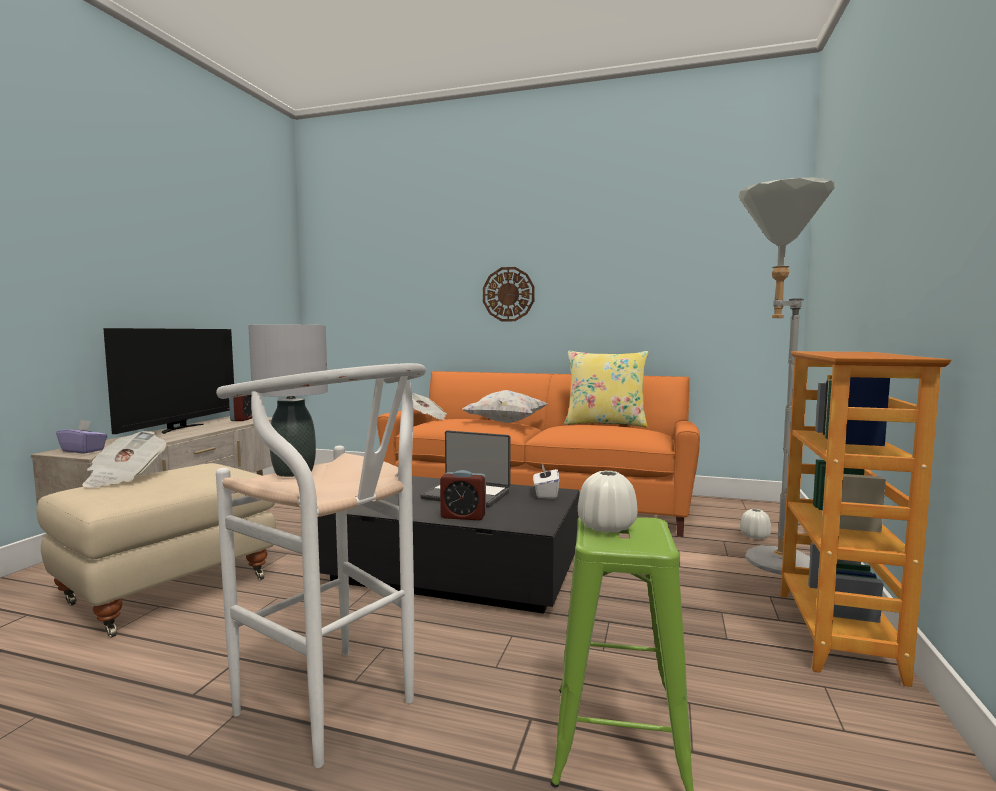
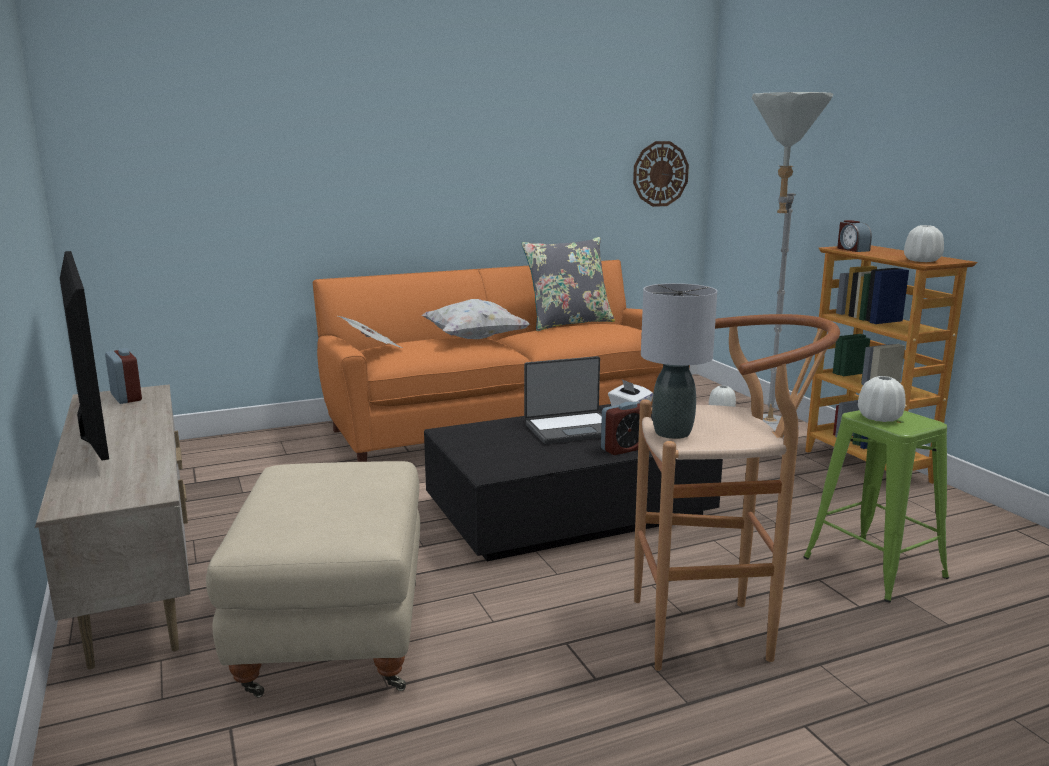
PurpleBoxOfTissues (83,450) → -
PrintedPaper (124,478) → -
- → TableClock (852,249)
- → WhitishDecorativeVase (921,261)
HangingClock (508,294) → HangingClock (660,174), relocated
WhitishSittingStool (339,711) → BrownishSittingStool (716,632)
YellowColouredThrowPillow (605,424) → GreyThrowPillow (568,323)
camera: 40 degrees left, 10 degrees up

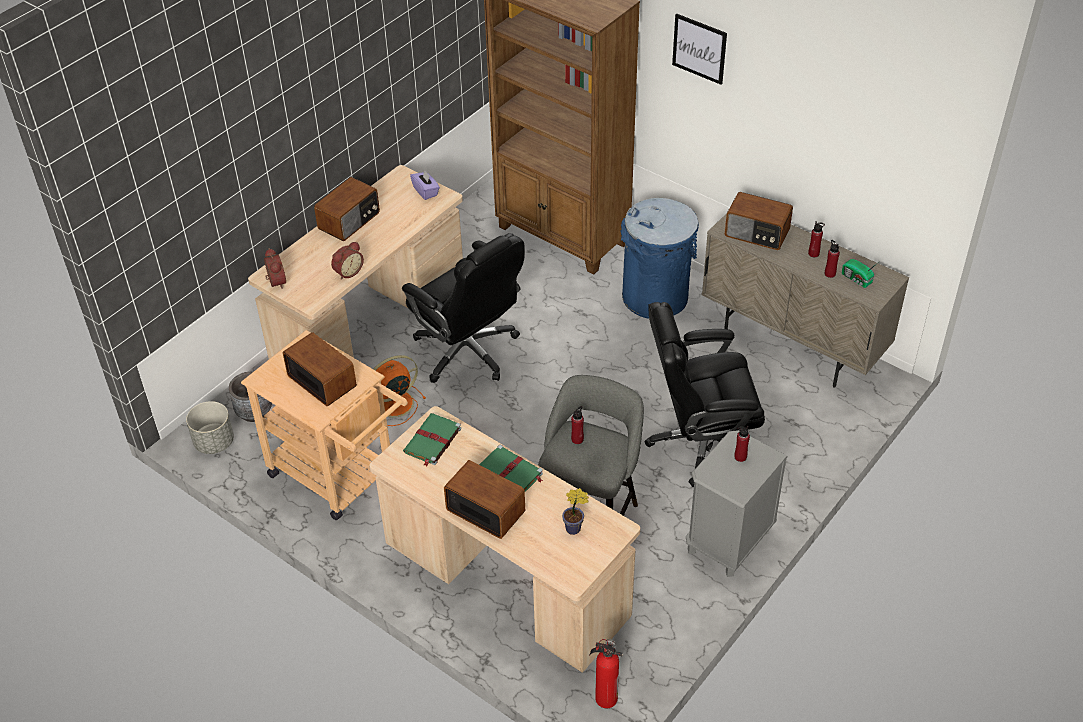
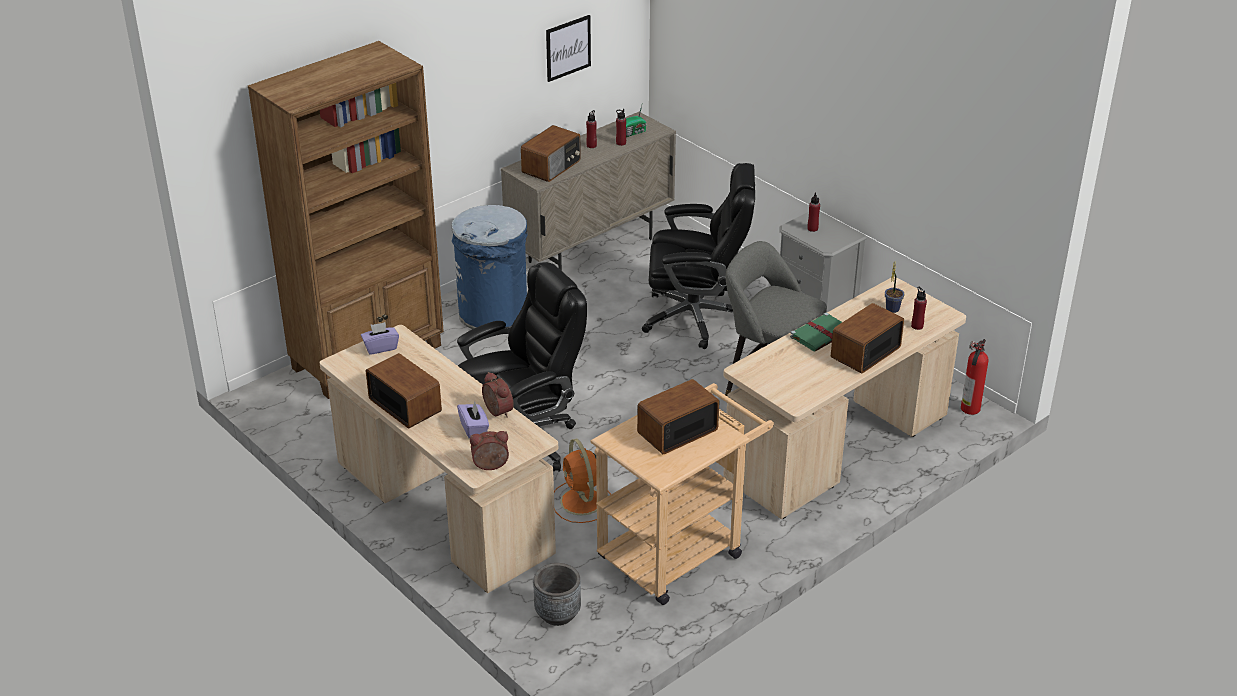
GreyPlanter (214,442) → -
GreenishBook (432,441) → -
- → PurpleBoxOfTissues (474,428)
ReddishDrinkBottle (577,439) → ReddishDrinkBottle (917,326), relocated
WallPicture (699,48) → WallPicture (568,48), relocated
BlackColouredDeskChair (700,443) → BlackColouredDeskChair (696,317), 90 degrees counterclockwise
camera: 80 degrees left, 10 degrees down

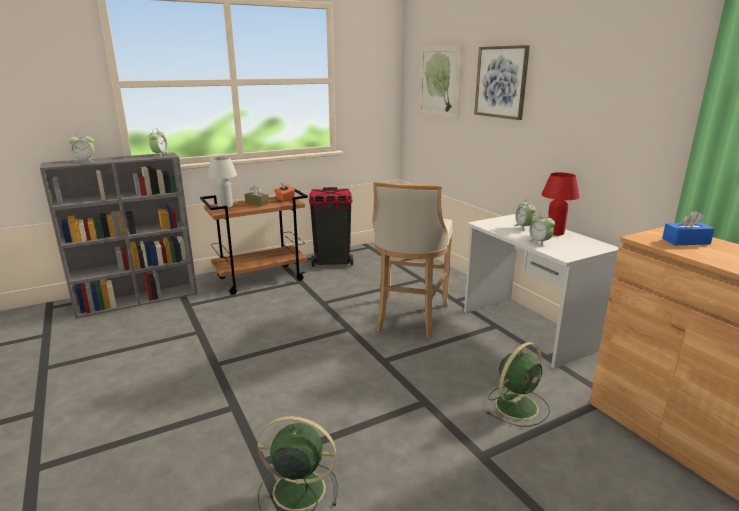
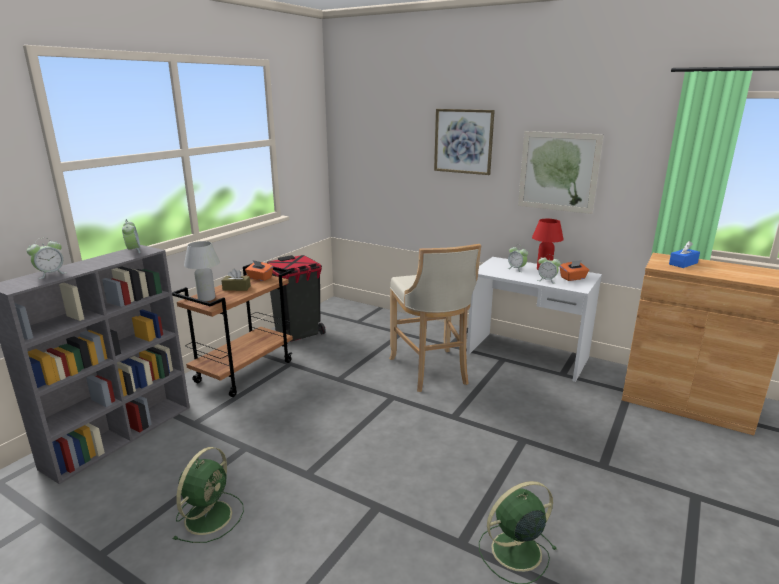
- → OrangeColouredBoxOfTissues (573,278)
WallPicture (439,82) → WallPicture (558,172), relocated
GreenishFan (517,405) → GreenishFan (210,515), relocated
camera: 30 degrees left, 0 degrees up

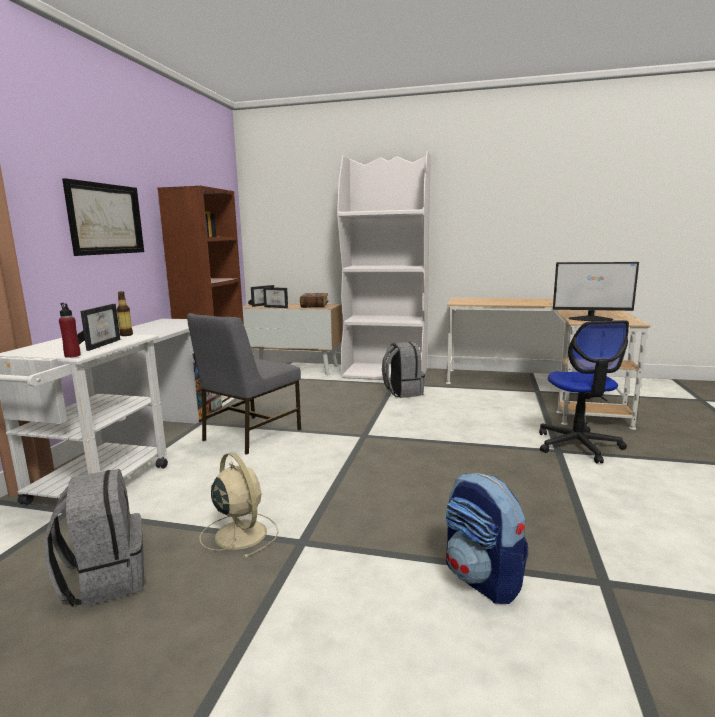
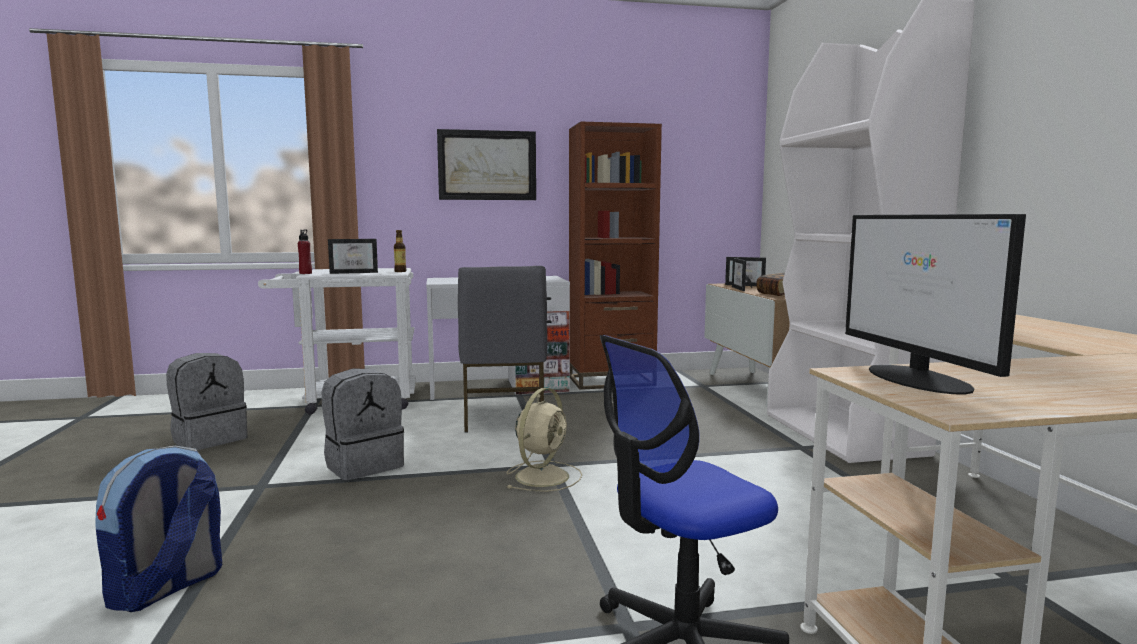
BeigeFan (239,533) → BeigeFan (543,476), relocated
GreyRucksack (402,392) → GreyRucksack (364,465), relocated
GreyUprightChair (250,435) → GreyUprightChair (503,417), 105 degrees counterclockwise
camera: 65 degrees right, 5 degrees down

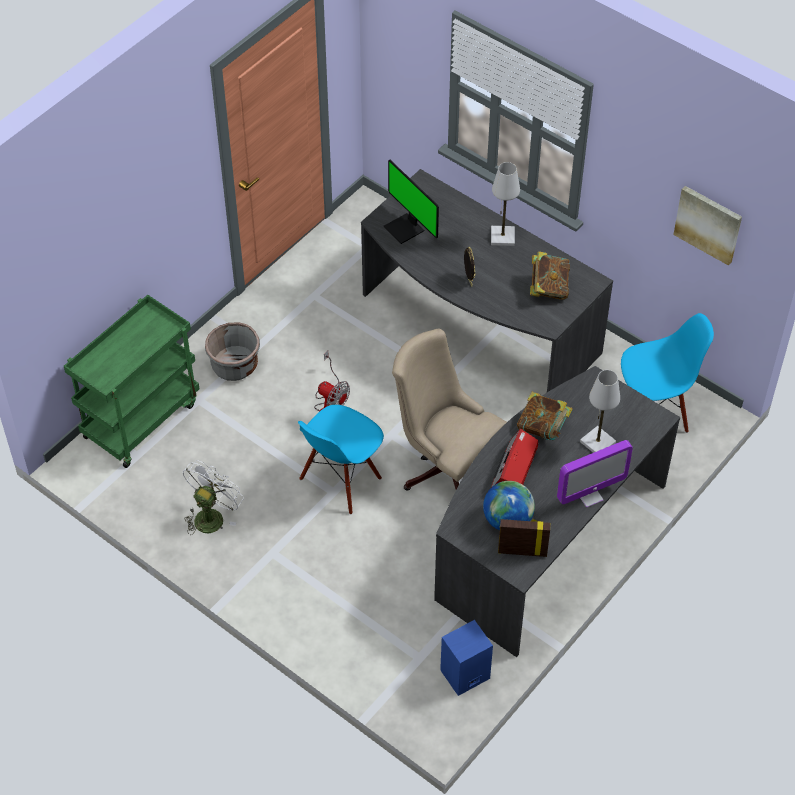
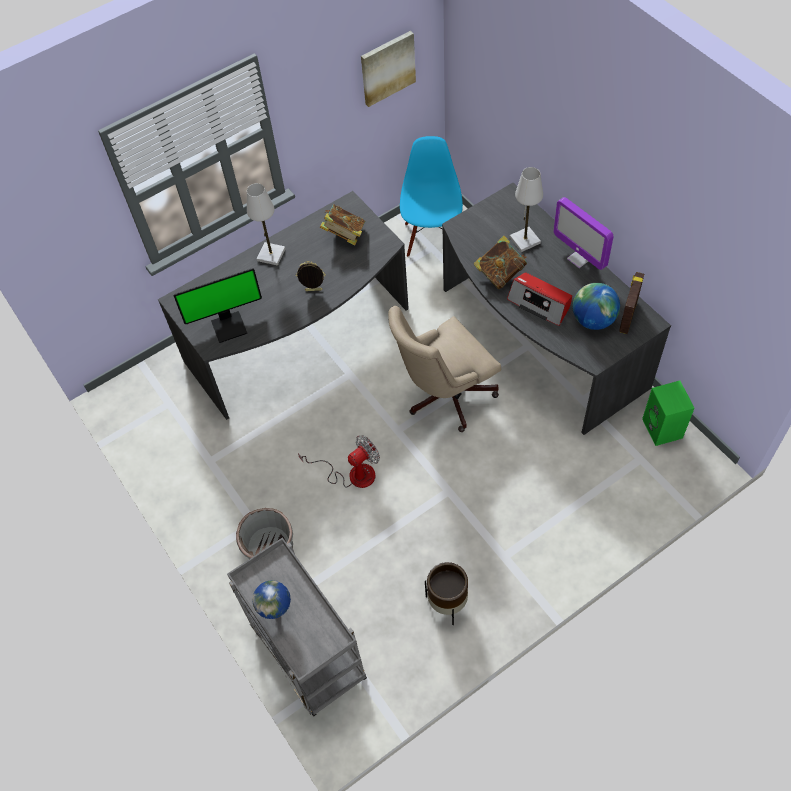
BlueUprightChair (341,480) → -
- → WorldGlobe (277,612)
WhitishFan (211,515) → BrownishPlanter (447,603)
GreenishWheeledCart (141,418) → GreyWheeledCart (306,652)
BlueAudioSpeaker (464,675) → GreenishAudioSpeaker (663,429)
ComputerScreen (589,496) → ComputerScreen (579,258), 150 degrees clockwise
camera: 70 degrees left, 5 degrees up

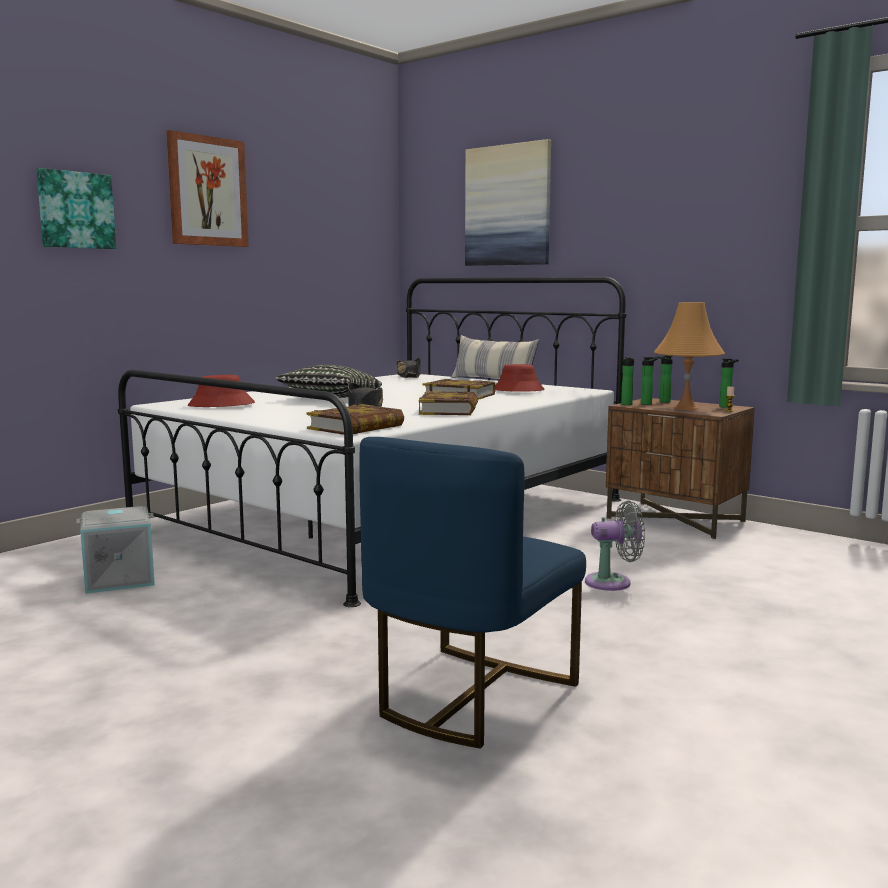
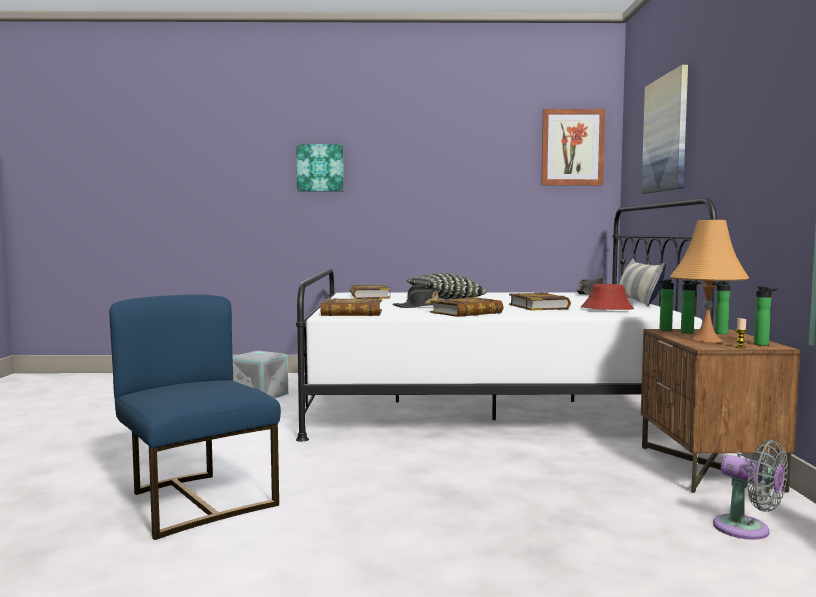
WallPicture (207,191) → WallPicture (572,147), relocated
GreyFan (613,582) → GreyFan (747,530), relocated
ReddishWearableHat (221,405) → Book (369,296)
BlueUprightChair (469,696) → BlueUprightChair (196,501), 60 degrees clockwise
camera: 50 degrees right, 5 degrees down

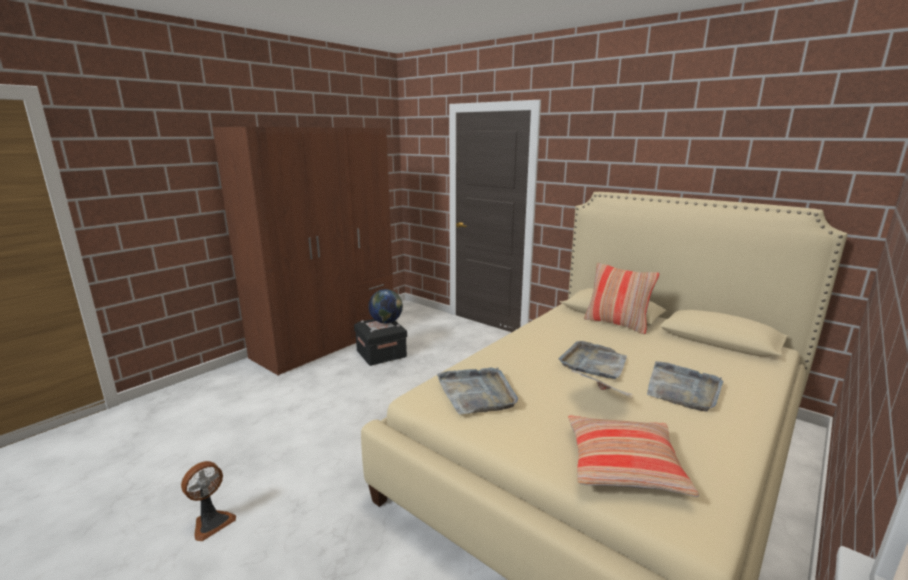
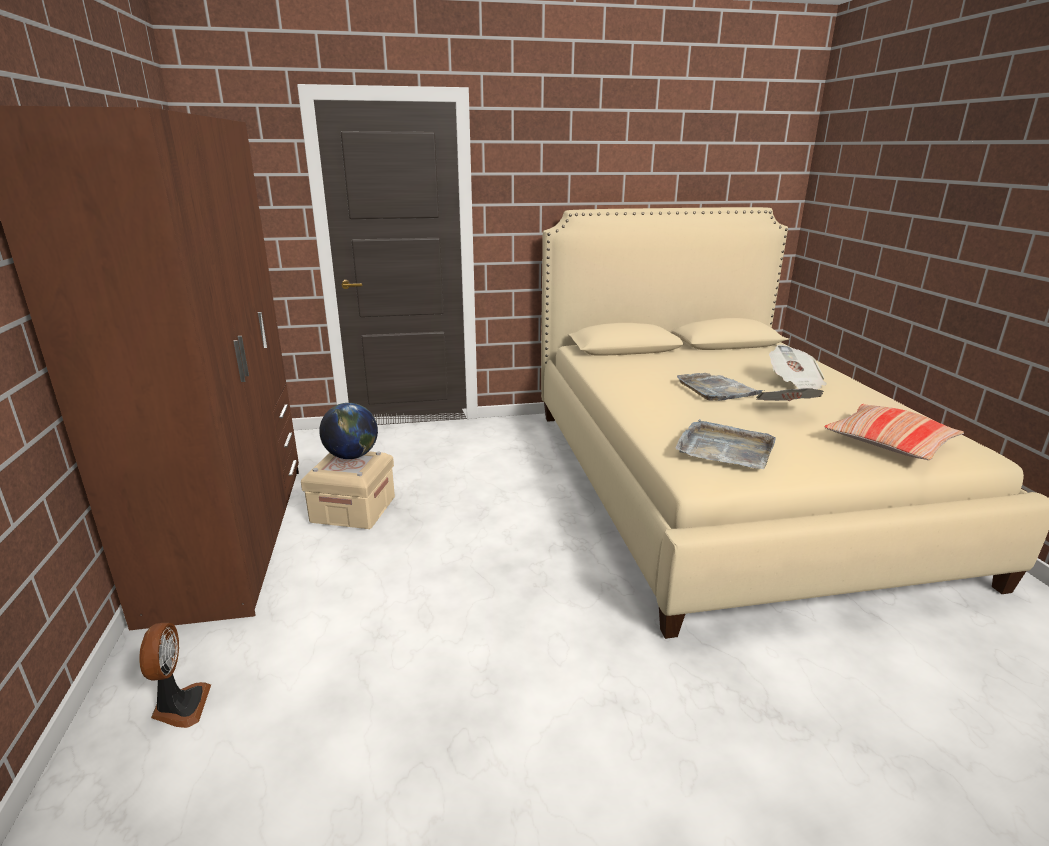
ThrowPillow (616,323) → -
Fan (211,522) → Fan (180,706), relocated
GreyTray (682,389) → PrintedPaper (795,384)
BlackColouredStorageBin (381,354) → BeigeStorageBin (353,509)
camera: 50 degrees left, 5 degrees up

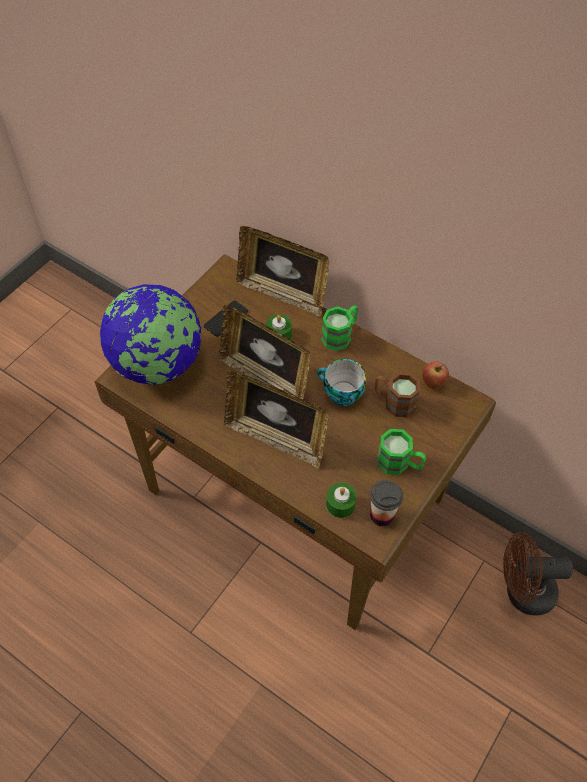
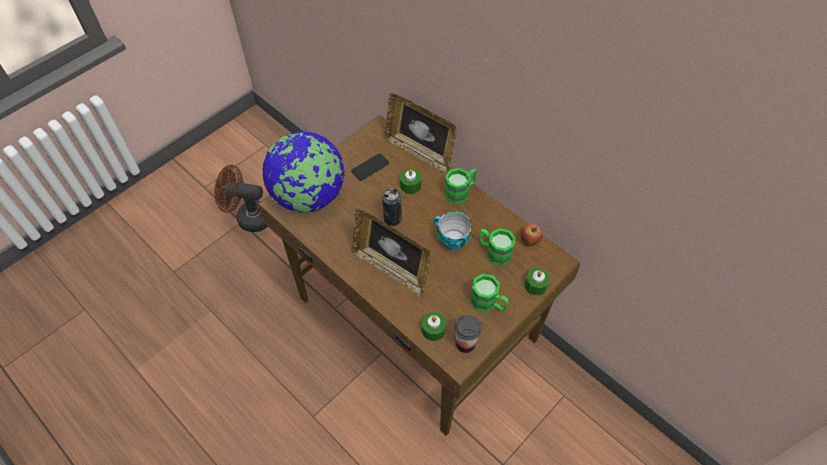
- → GreenishWaxLight (535,285)
BrownishFan (522,592) → BrownishFan (249,217), relocated
PhotoFrame (265,377) → SealedCan (392,218)
BrownishCoffeeMug (394,401) → GreenishCoffeeMug (494,252)
camera: 10 degrees right, 0 degrees up

